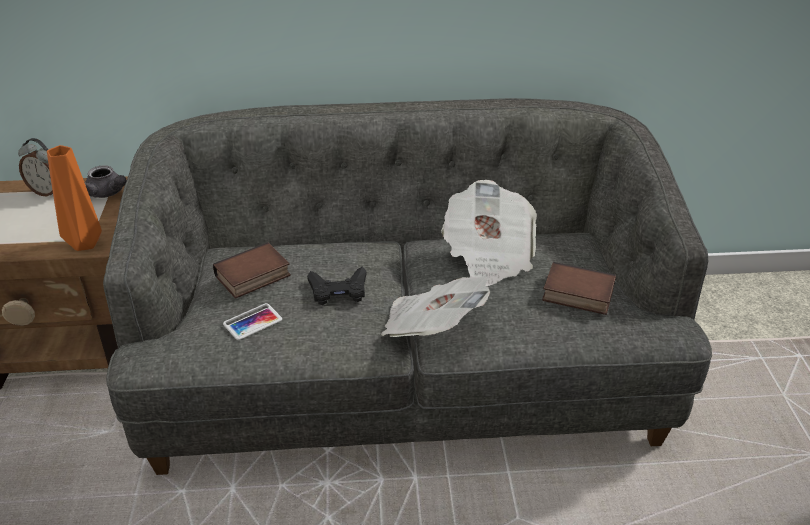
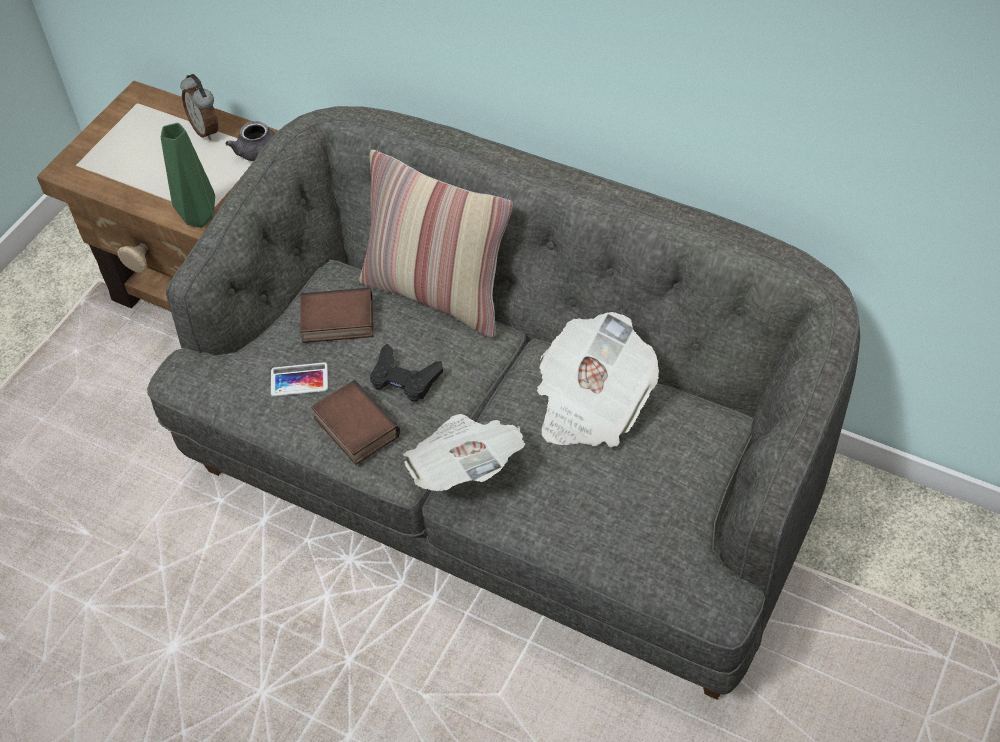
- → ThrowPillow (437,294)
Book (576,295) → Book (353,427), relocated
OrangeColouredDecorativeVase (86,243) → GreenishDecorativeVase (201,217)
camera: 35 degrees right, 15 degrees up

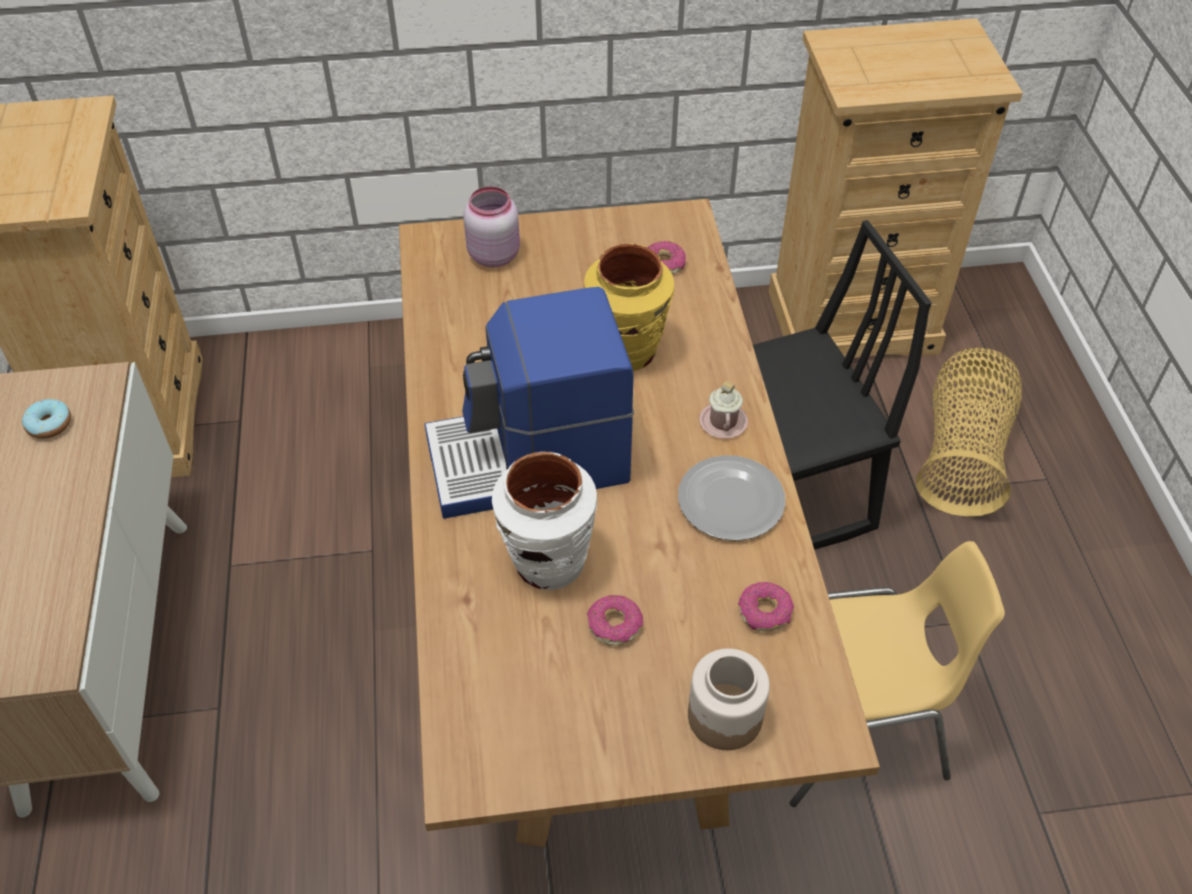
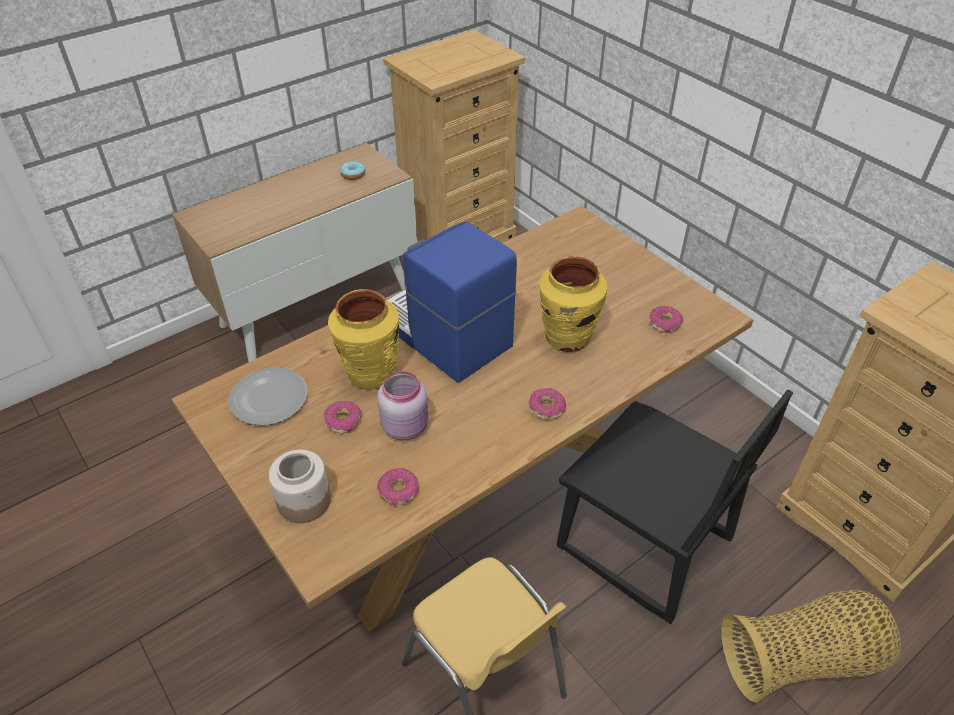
PinkishJar (494,254) → PinkishJar (406,426), relocated
DinnerPlate (732,501) → DinnerPlate (269,399), relocated
PinkishCoffeeMug (723,422) → Donut (546,408)
WhitishDecorativeVase (548,563) → YellowColouredDecorativeVase (371,373)
camera: 60 degrees right, 5 degrees down

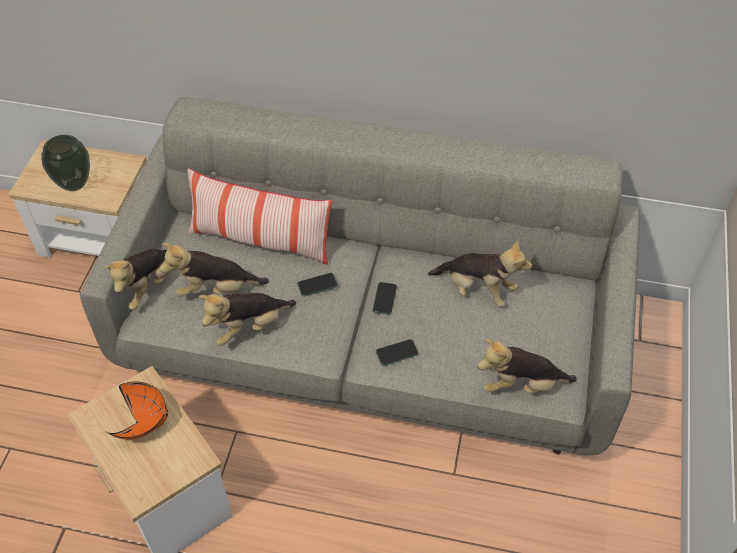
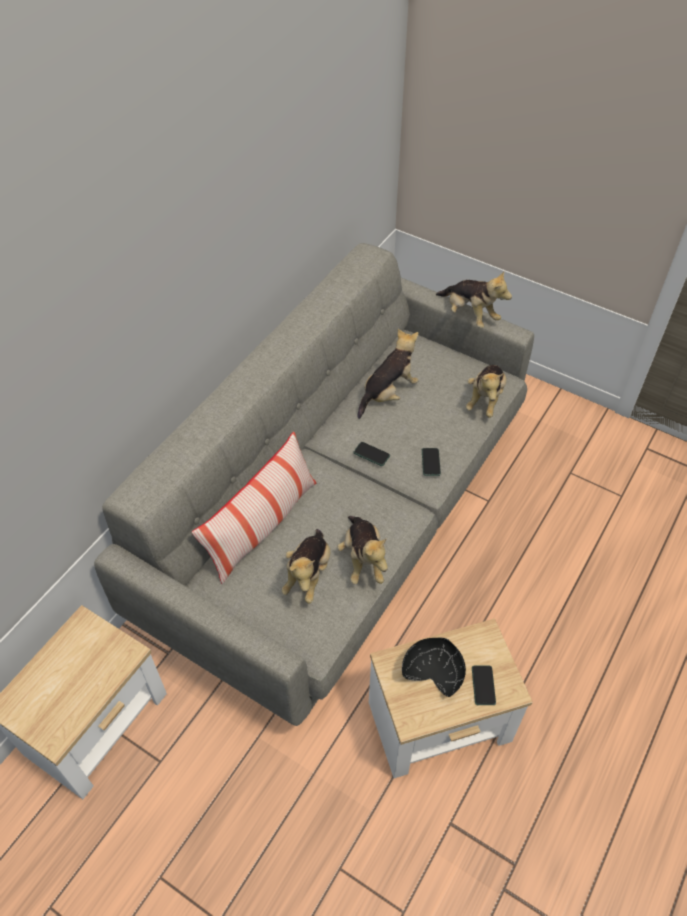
DecorativeVase (74,185) → -
CuddlyToy (147,286) → CuddlyToy (469,315), relocated
Handset (317,285) → Handset (483,685), relocated
OrangeColouredServingBowl (144,422) → BlackColouredServingBowl (433,672)
camera: 70 degrees left, 0 degrees up

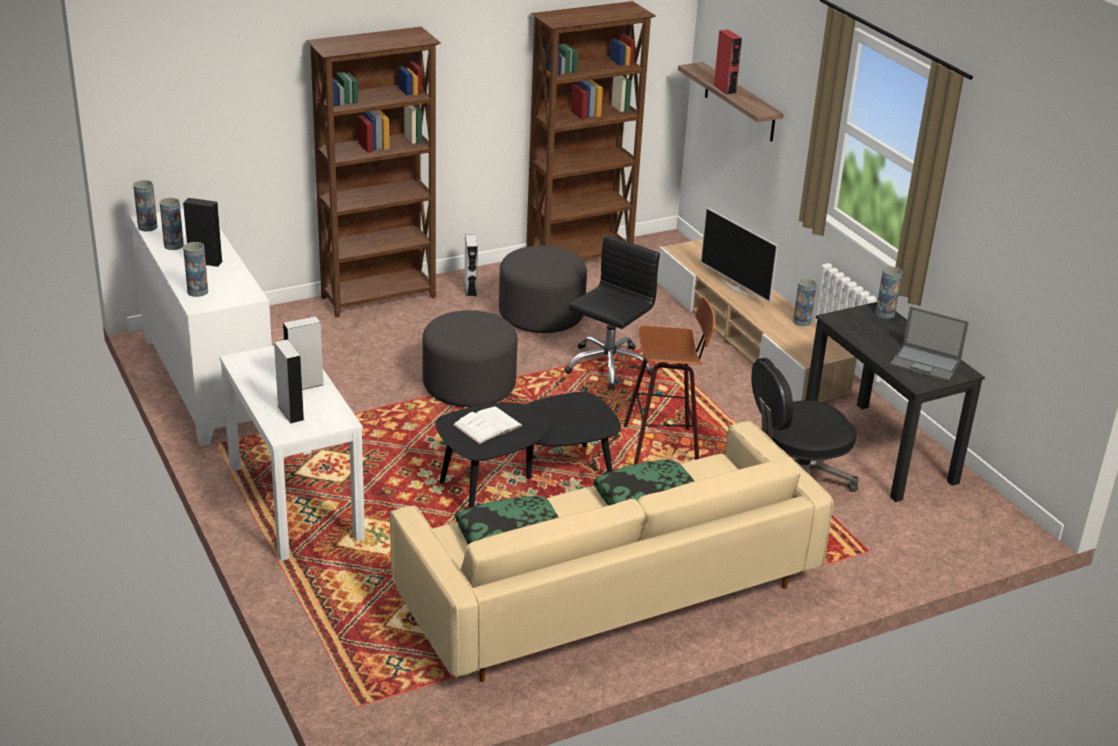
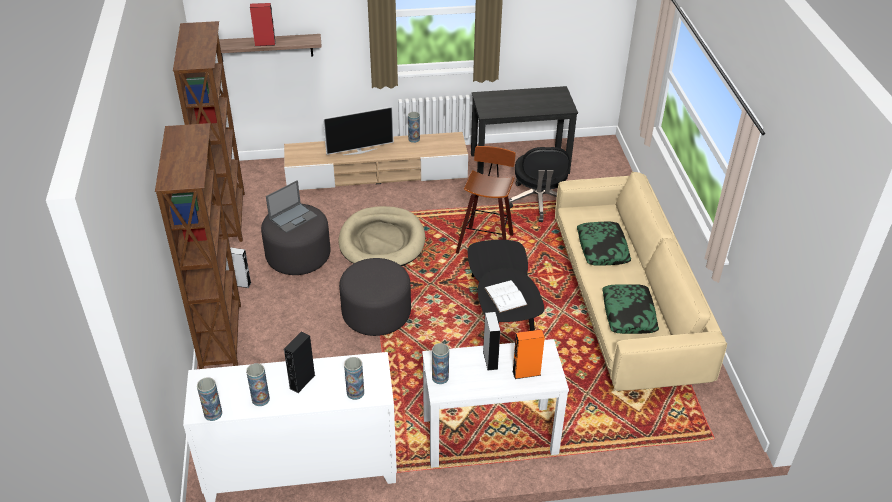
DecorativeVase (885,313) → DecorativeVase (440,377), relocated
Laptop (926,363) → Laptop (293,217), relocated
BlackColouredDeskChair (608,366) → BeigePetBed (382,241)
GreyAudioSpeaker (290,412) → OrangeColouredAudioSpeaker (526,373)
camera: 70 degrees left, 10 degrees up

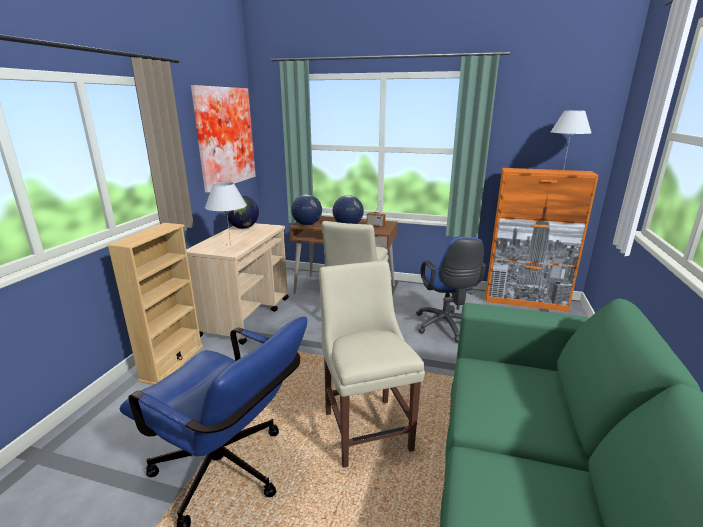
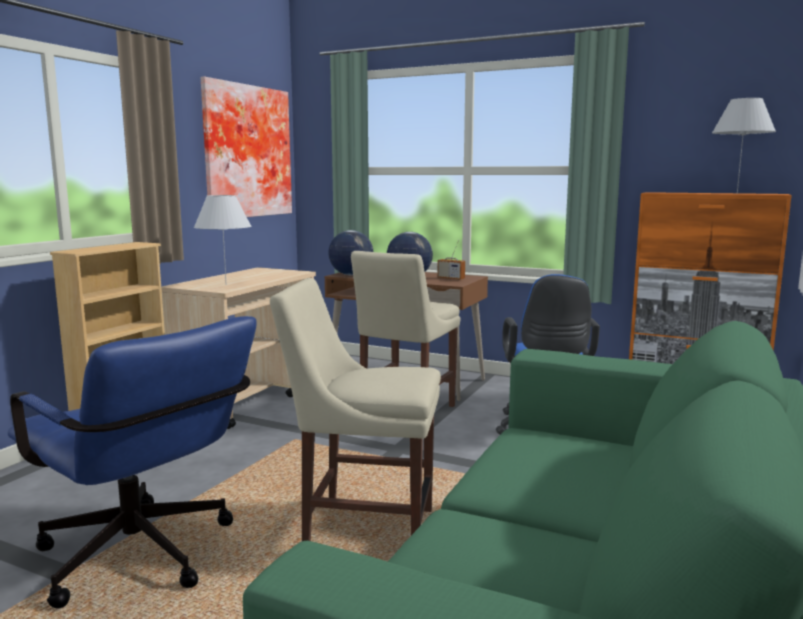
WorldGlobe (243,228) → -
BeigeUprightChair (366,427) → BeigeUprightChair (363,530), 75 degrees counterclockwise
camera: 10 degrees right, 10 degrees down

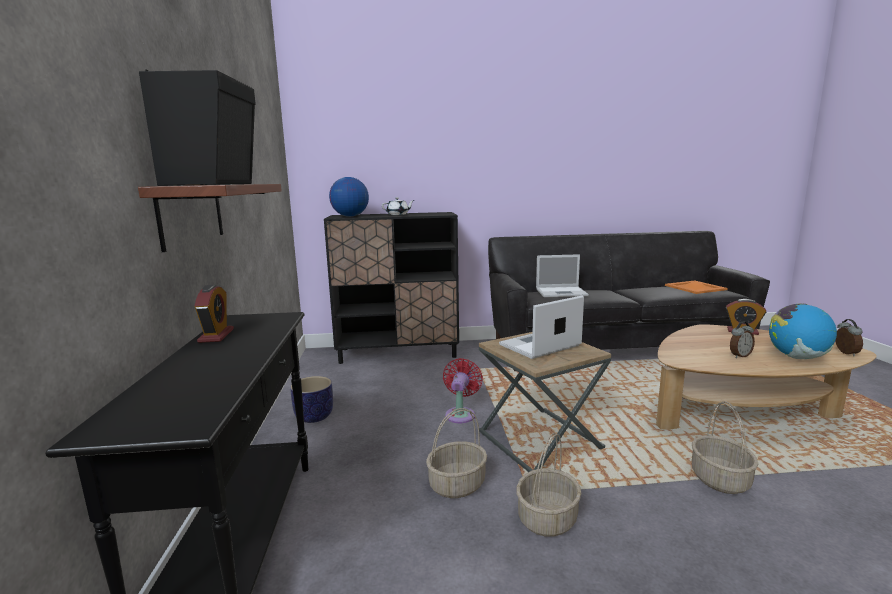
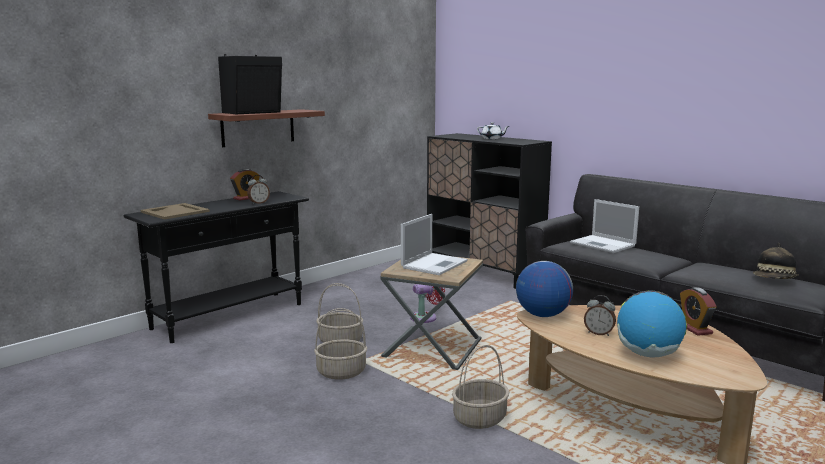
Planter (314,416) → -
- → BeigeTray (175,212)
WorldGlobe (350,216) → WorldGlobe (542,315), relocated
TableClock (845,353) → TableClock (258,203), relocated
OrangeColouredTray (695,287) → WearableHat (775,280)
Laptop (539,346) → Laptop (435,264), 105 degrees clockwise
camera: 50 degrees right, 0 degrees up

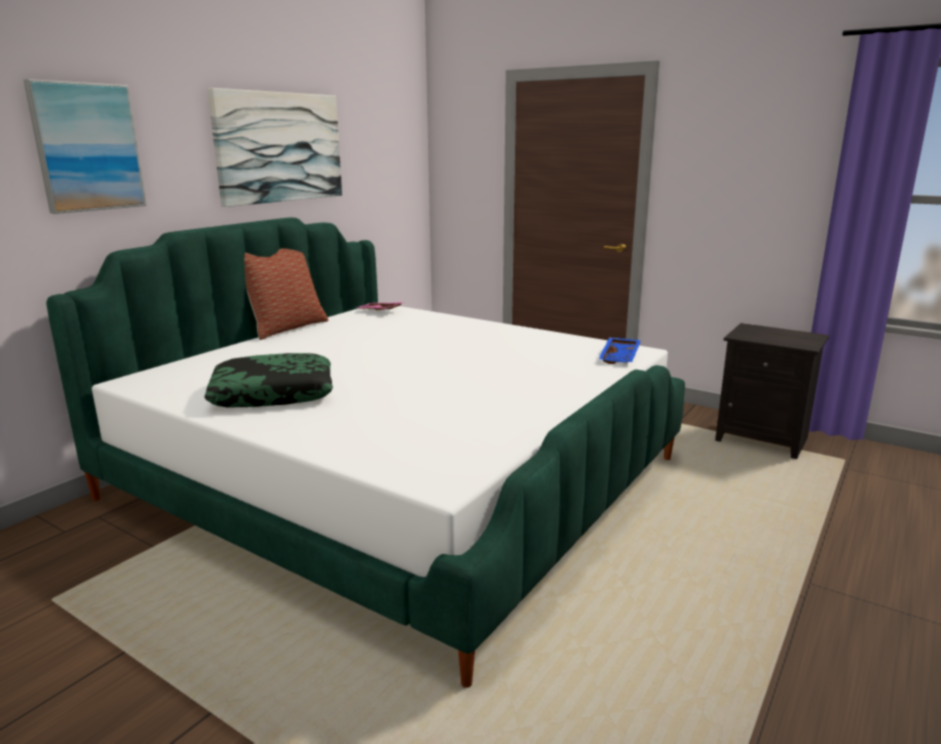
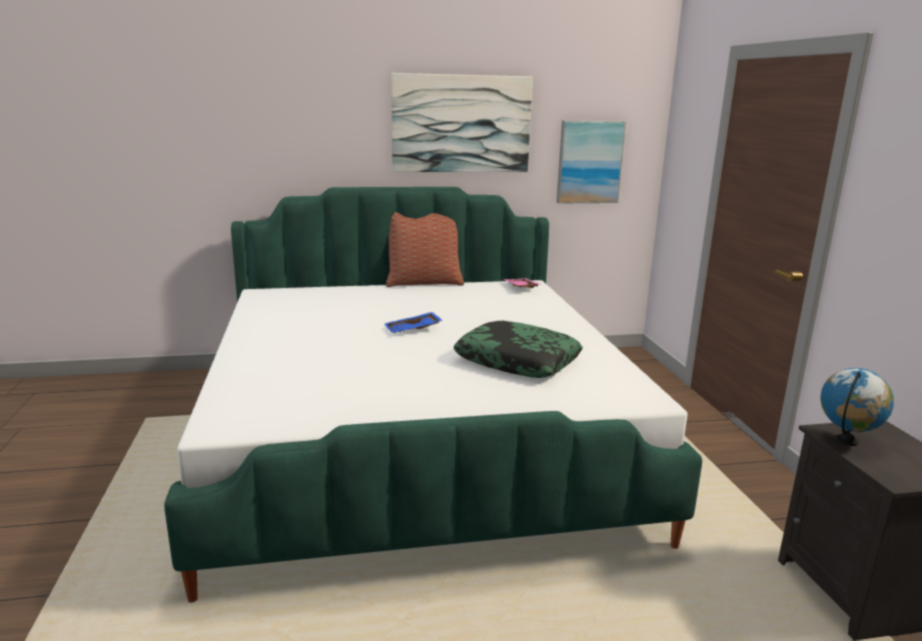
- → WorldGlobe (847,441)
WallPicture (87,147) → WallPicture (589,162), relocated
ThrowPillow (273,394) → ThrowPillow (517,361), relocated
BlueTray (620,357) → BlueTray (413,330), relocated
camera: 45 degrees right, 0 degrees up

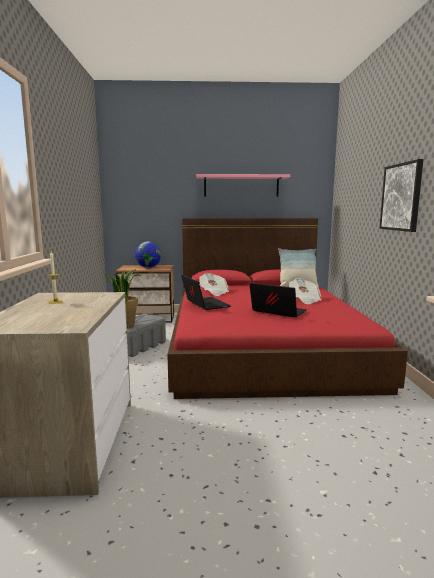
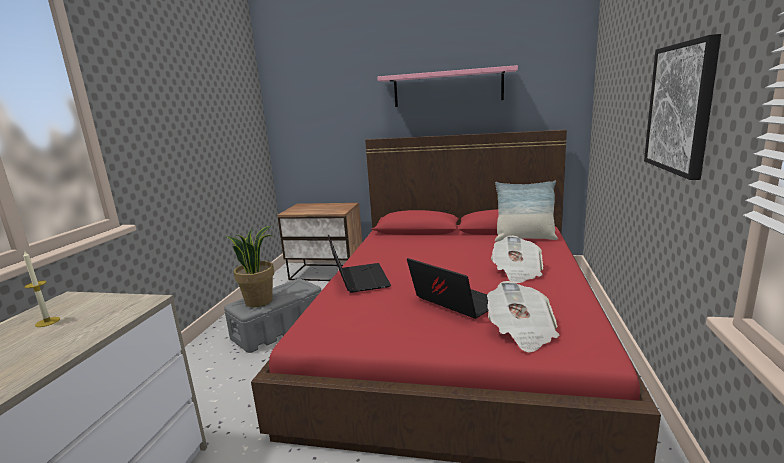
WorldGlobe (148,267) → -
PrintedPaper (214,292) → PrintedPaper (521,332), relocated
camera: 15 degrees right, 5 degrees up

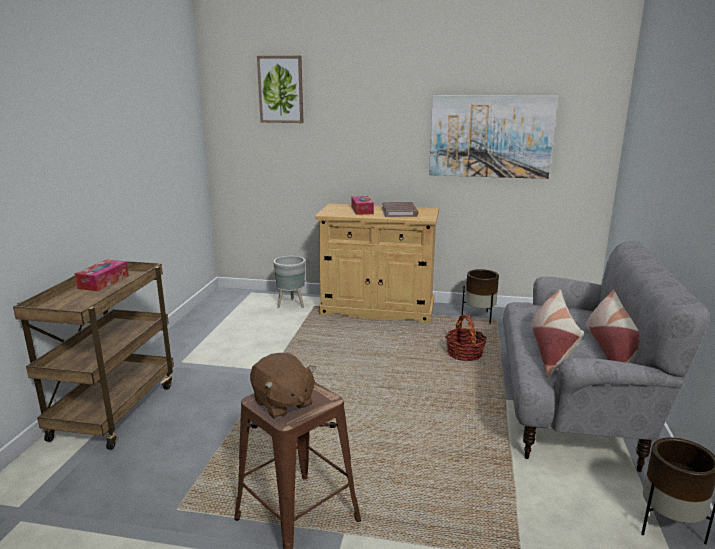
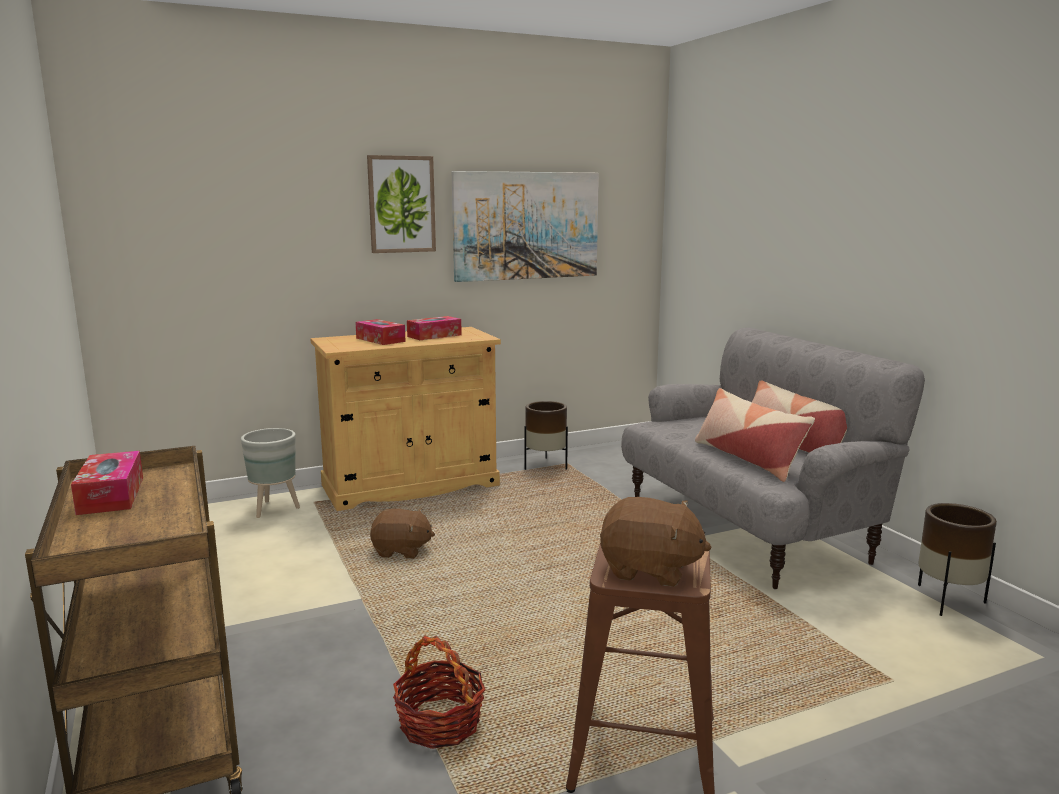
- → BrownishCuddlyToy (401,551)
WallPicture (281,89) → WallPicture (401,204), relocated
StorageBasket (464,353) → StorageBasket (439,723), relocated
BrownishBook (399,212) → BoxOfTissues (434,336)
camera: 35 degrees left, 5 degrees down

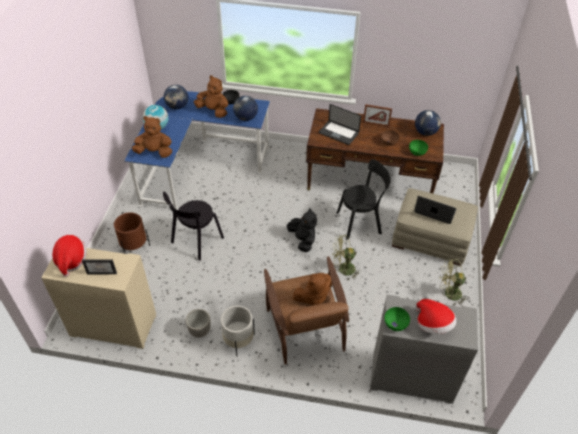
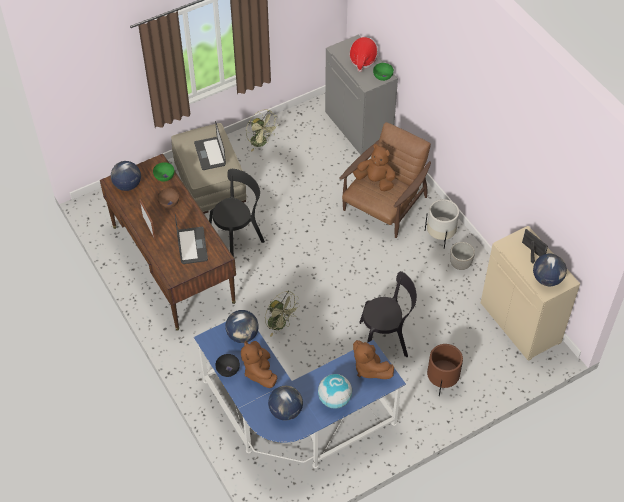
BlackColouredCuddlyToy (303,240) → -
GreenishFan (343,270) → GreenishFan (280,324), relocated
WearableHat (71,260) → WorldGlobe (547,279)
BlackColouredUprightChair (361,222) → BlackColouredUprightChair (238,237), 105 degrees clockwise
camera: 130 degrees left, 5 degrees up

